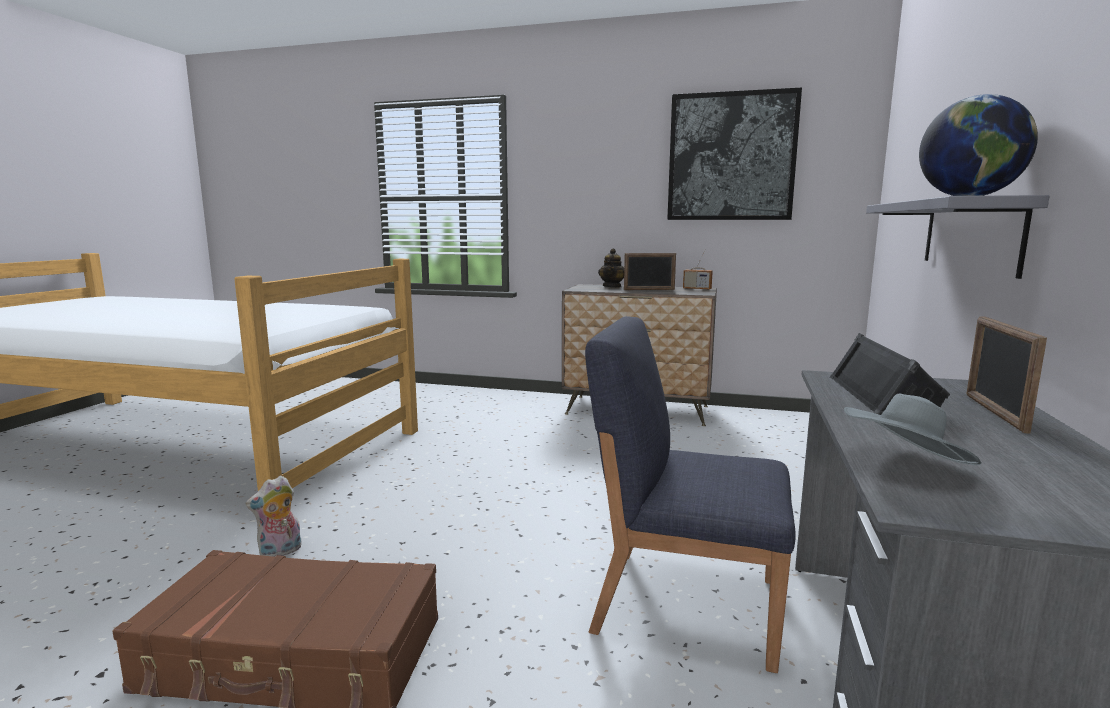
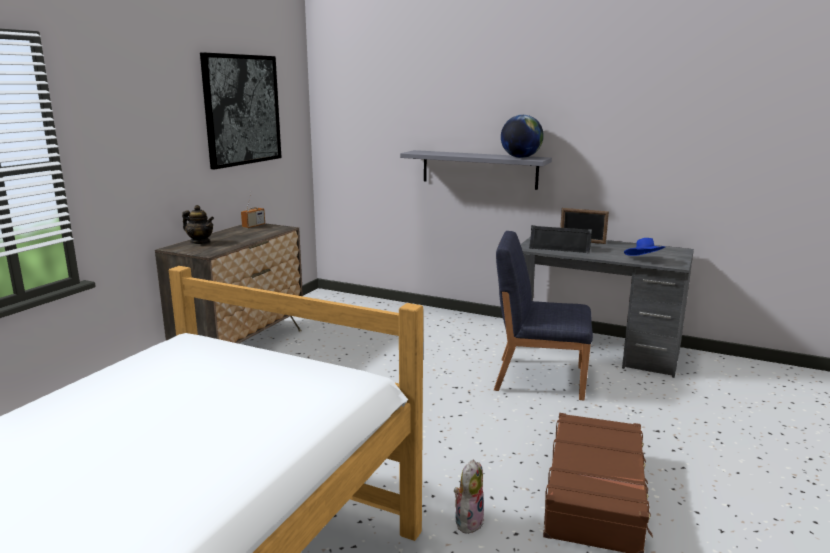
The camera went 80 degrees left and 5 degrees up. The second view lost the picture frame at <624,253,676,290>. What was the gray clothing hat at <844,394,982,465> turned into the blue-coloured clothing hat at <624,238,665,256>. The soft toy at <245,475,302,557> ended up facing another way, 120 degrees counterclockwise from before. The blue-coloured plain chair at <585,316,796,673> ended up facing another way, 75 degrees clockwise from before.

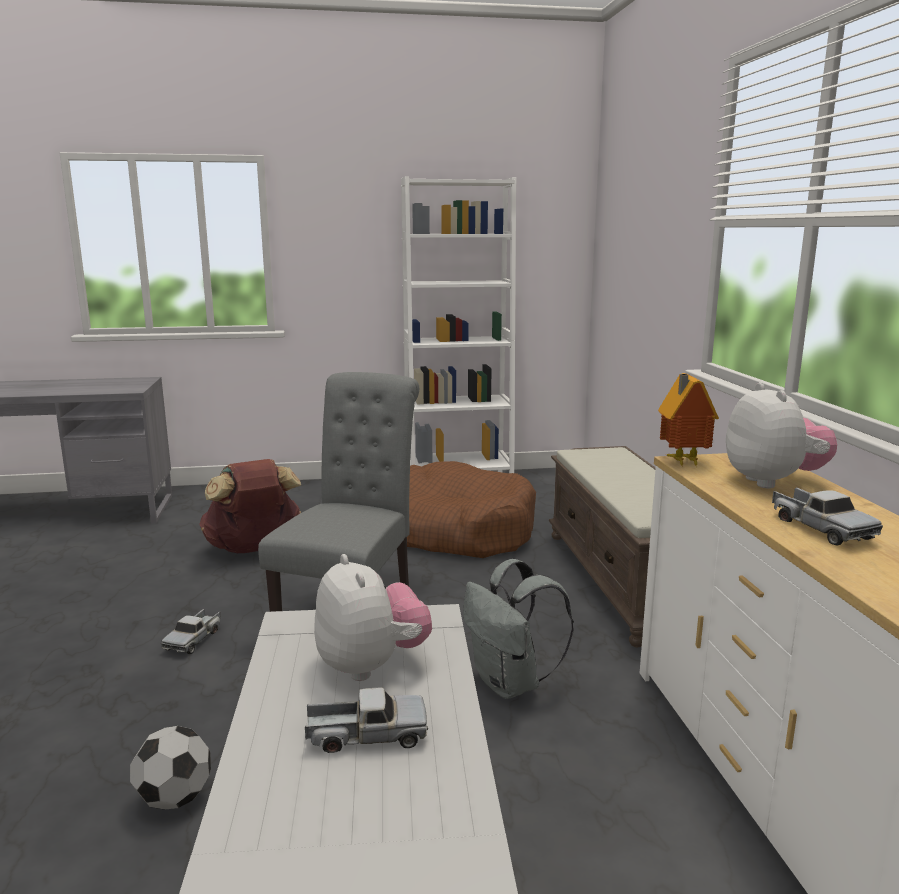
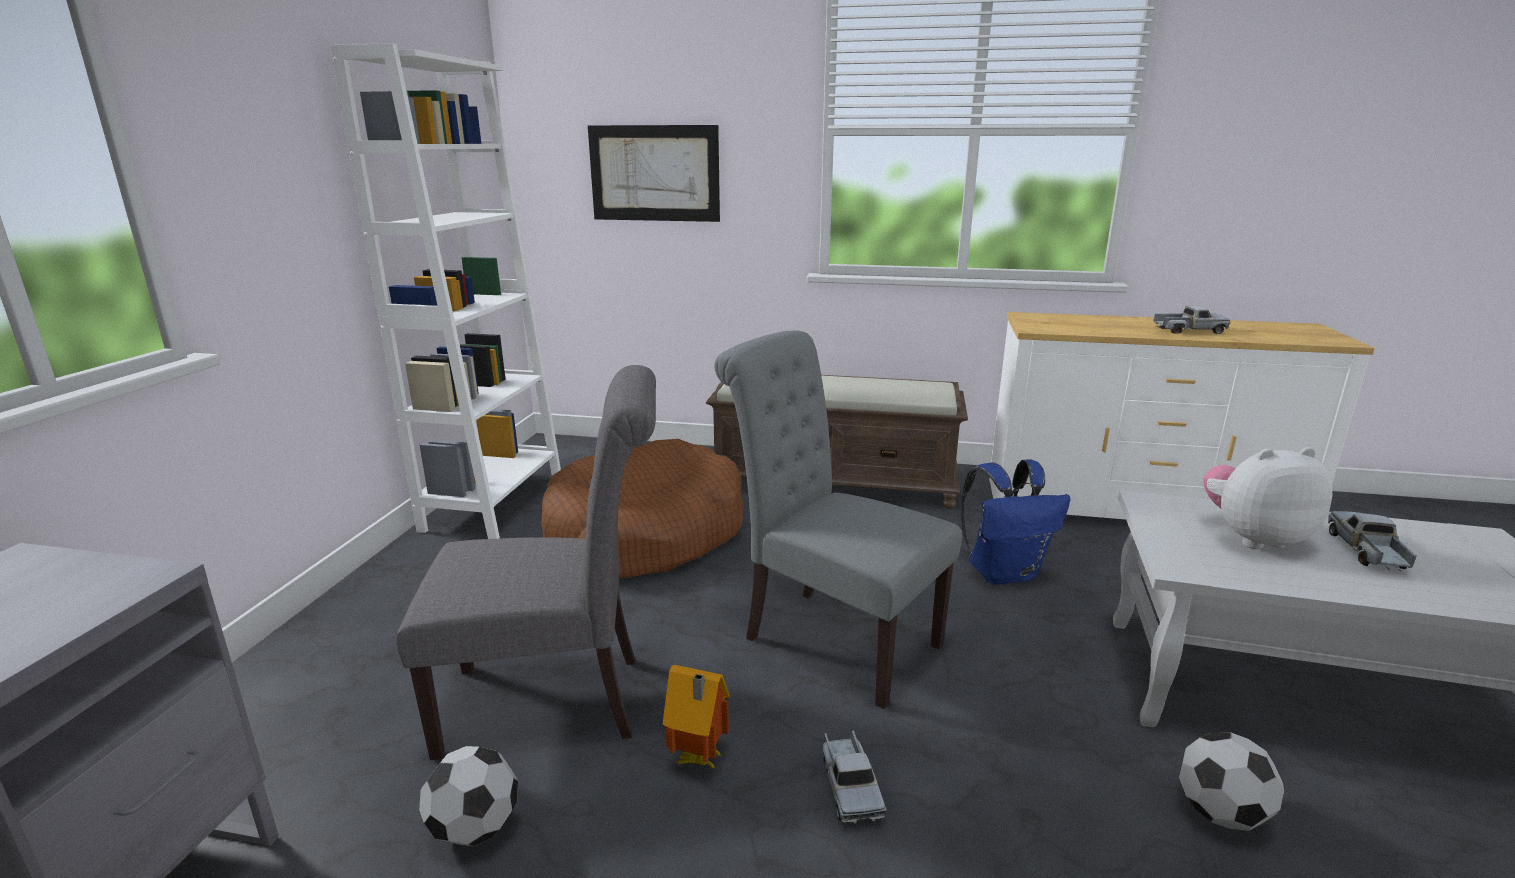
The camera went 70 degrees left and 5 degrees up. The second view lost the soft toy at <726,382,837,488>. The second view gained the football ball at <419,746,518,847>. The second view gained the wall art at <588,125,720,222>. The toy house ended up elsewhere, having gone from <658,373,719,467> to <662,665,730,769>. Where the brownish knapsack stood at <199,459,301,553>, the gray plain chair came to stand at <396,365,656,760>. What was the gray knapsack at <463,559,574,699> turned into the blue-coloured knapsack at <961,459,1071,585>. The toy lorry at <161,609,221,654> ended up facing another way, 45 degrees clockwise from before.

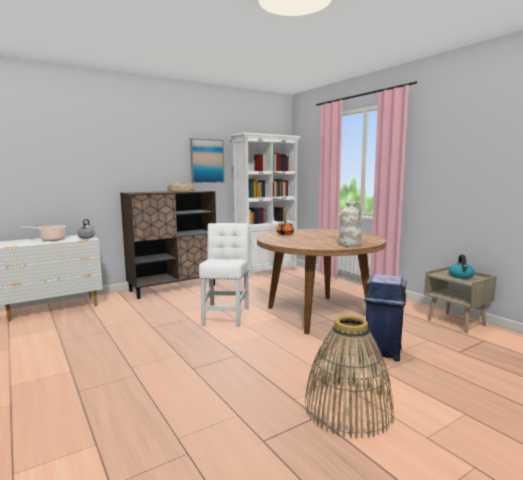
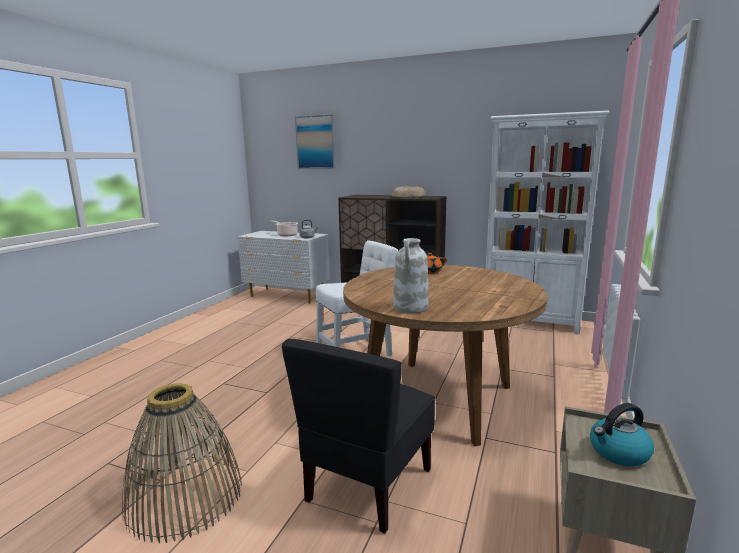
The camera went 55 degrees right and 5 degrees up. The wall art ended up elsewhere, having gone from <190,138,225,183> to <295,115,336,169>. Where the blue-coloured waste bin stood at <365,274,407,362>, the black plain chair came to stand at <282,339,435,534>.

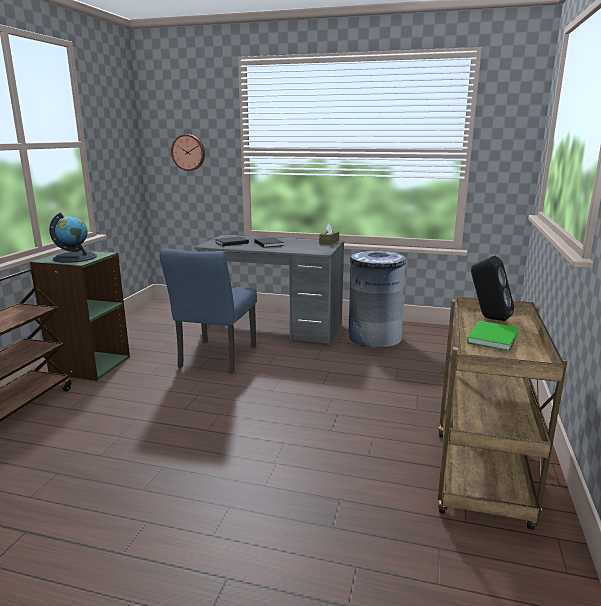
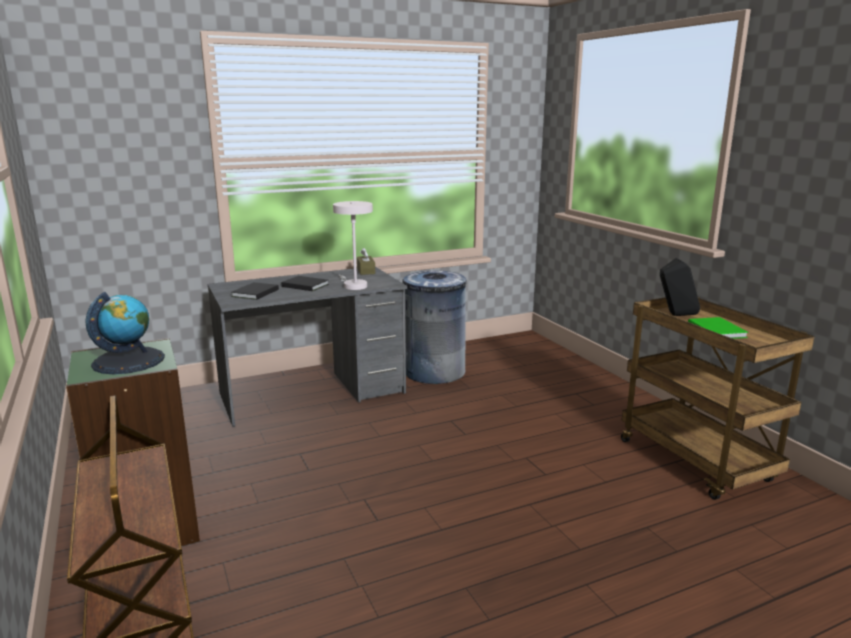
The camera went 40 degrees left and 0 degrees up. The second view lost the blue-coloured plain chair at <159,248,257,373>. The second view lost the wall clock at <171,134,205,171>. The second view gained the whitish table lamp at <333,201,373,290>.

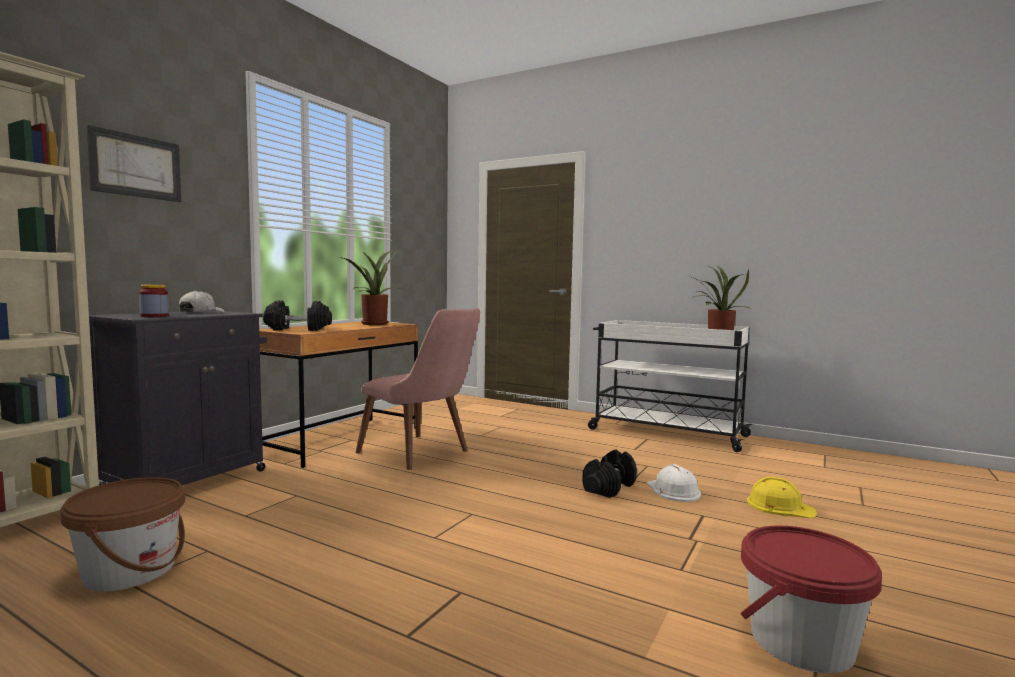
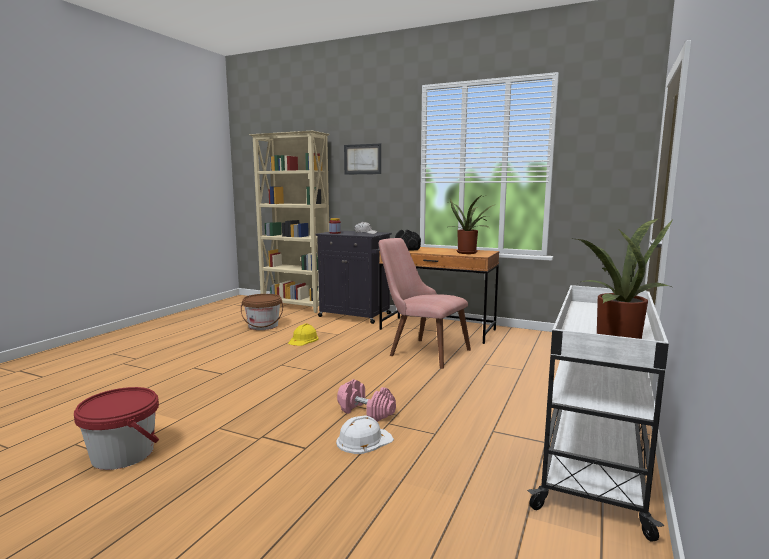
The camera went 85 degrees right and 5 degrees up. The yellow safety helmet ended up elsewhere, having gone from <747,477,817,518> to <288,323,319,346>. What was the black hand weight at <582,449,637,498> turned into the pinkish hand weight at <337,379,396,422>. The pinkish plain chair at <355,308,480,470> ended up facing another way, 90 degrees clockwise from before.

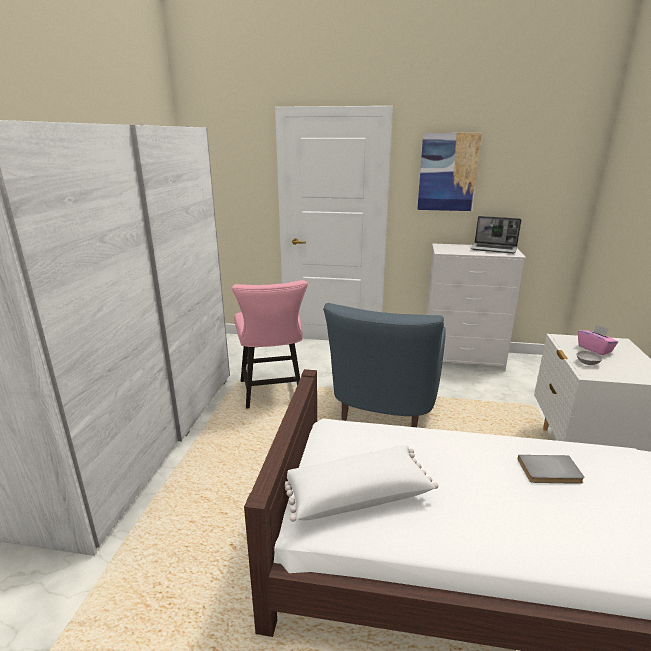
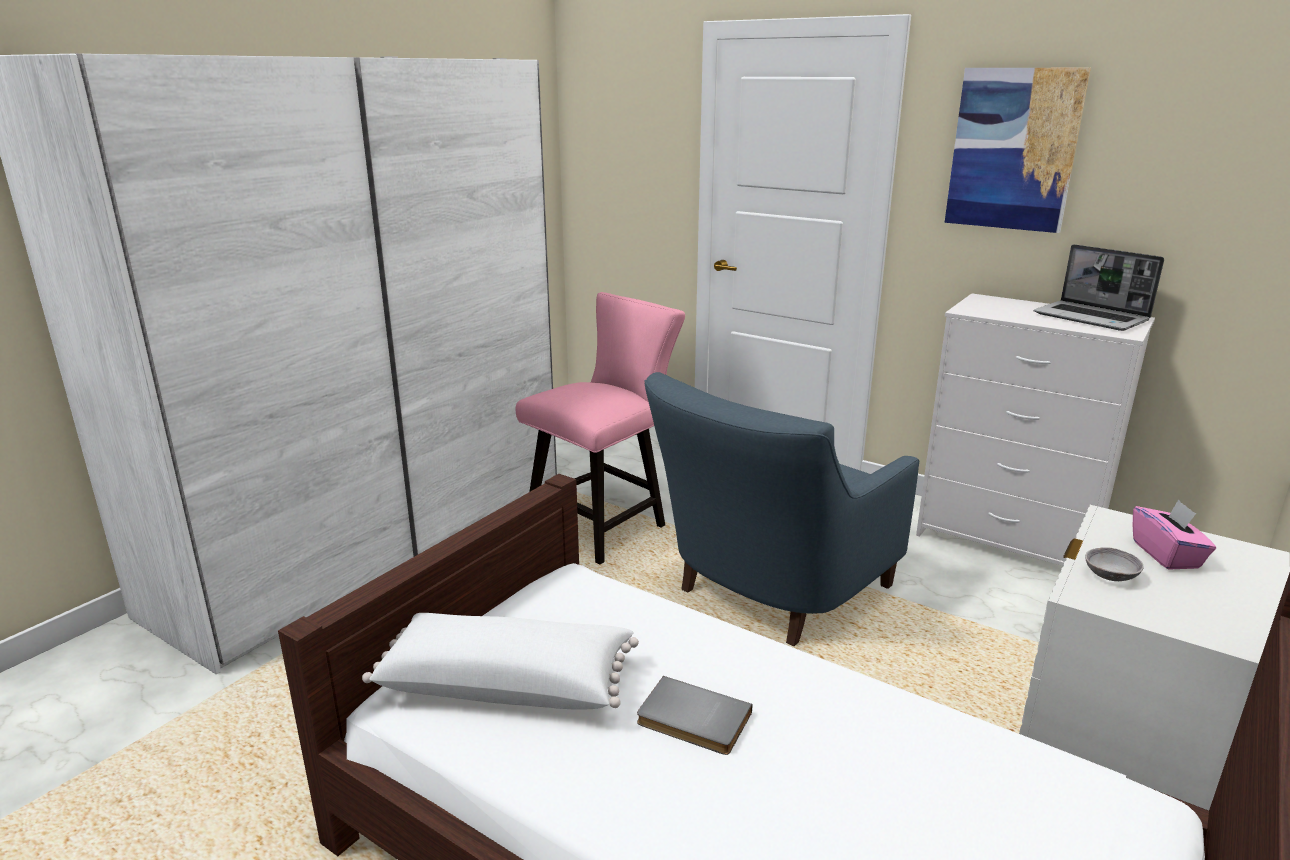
The camera went 25 degrees right and 0 degrees up. The gray book ended up elsewhere, having gone from <518,455,585,484> to <637,676,752,755>. The pinkish plain chair at <232,280,308,409> ended up facing another way, 150 degrees counterclockwise from before.

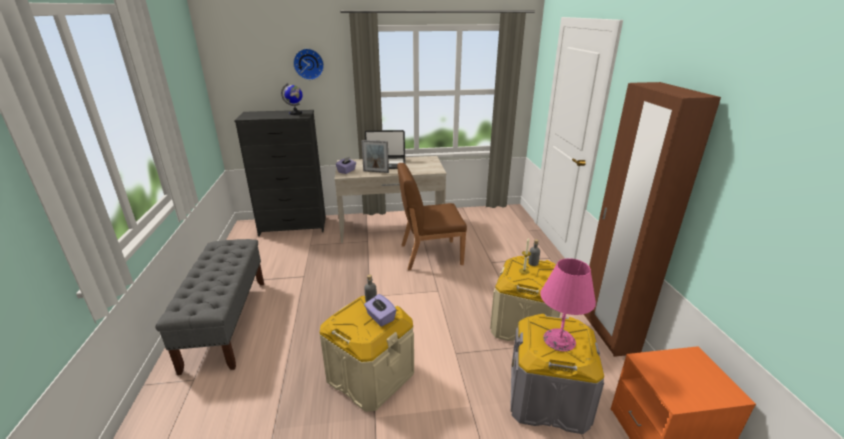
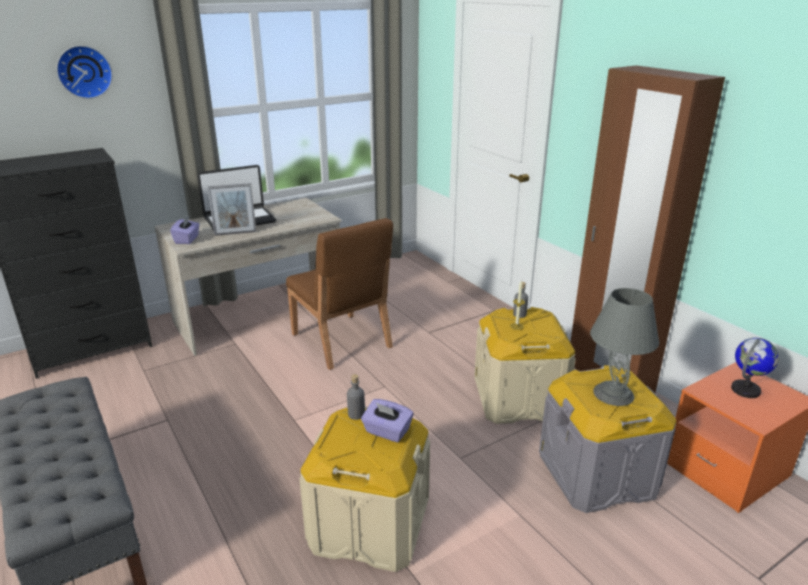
The camera went 25 degrees left and 0 degrees up. The globe ended up elsewhere, having gone from <281,83,303,115> to <731,338,779,398>. What was the pinkish table lamp at <541,258,596,352> turned into the gray table lamp at <590,288,659,406>. The brownish plain chair at <397,163,467,270> ended up facing another way, 90 degrees counterclockwise from before.

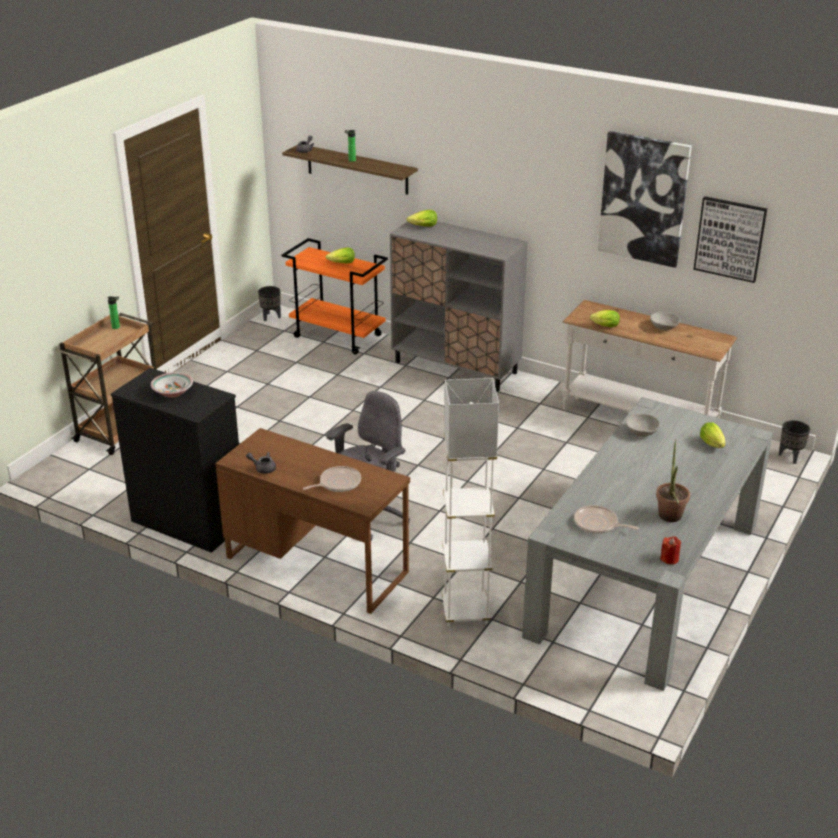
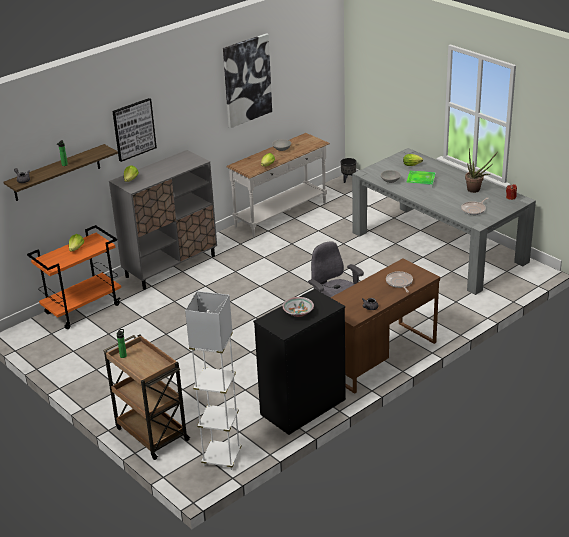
The camera went 70 degrees left and 0 degrees up. The second view lost the black planter at <258,286,281,321>. The second view gained the tray at <406,171,436,189>. The whitish standing lamp ended up elsewhere, having gone from <442,378,499,626> to <185,291,242,470>. The wall art ended up elsewhere, having gone from <693,196,767,283> to <112,98,157,162>.

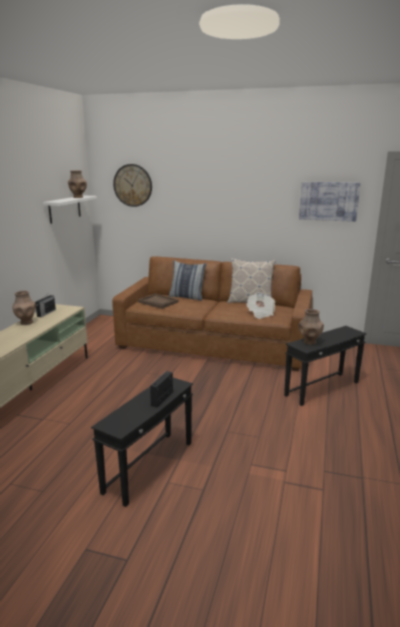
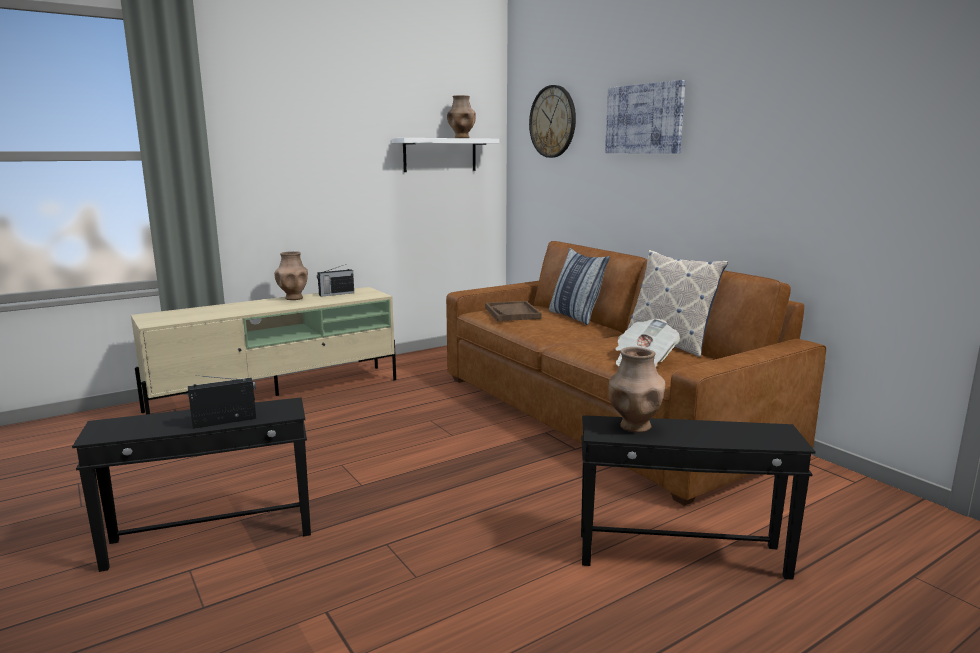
The camera went 40 degrees right and 5 degrees down. The wall art ended up elsewhere, having gone from <299,182,361,222> to <605,80,685,154>.

